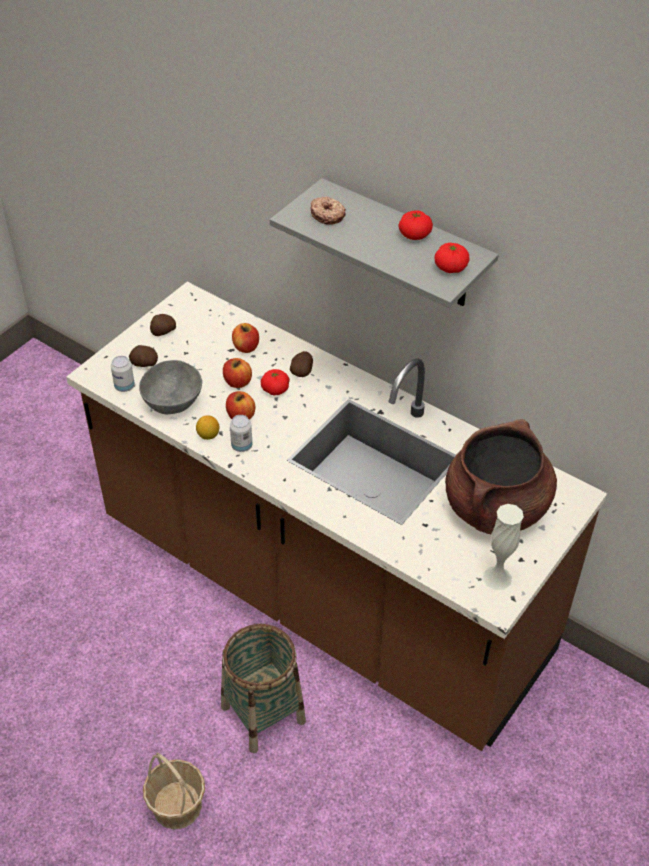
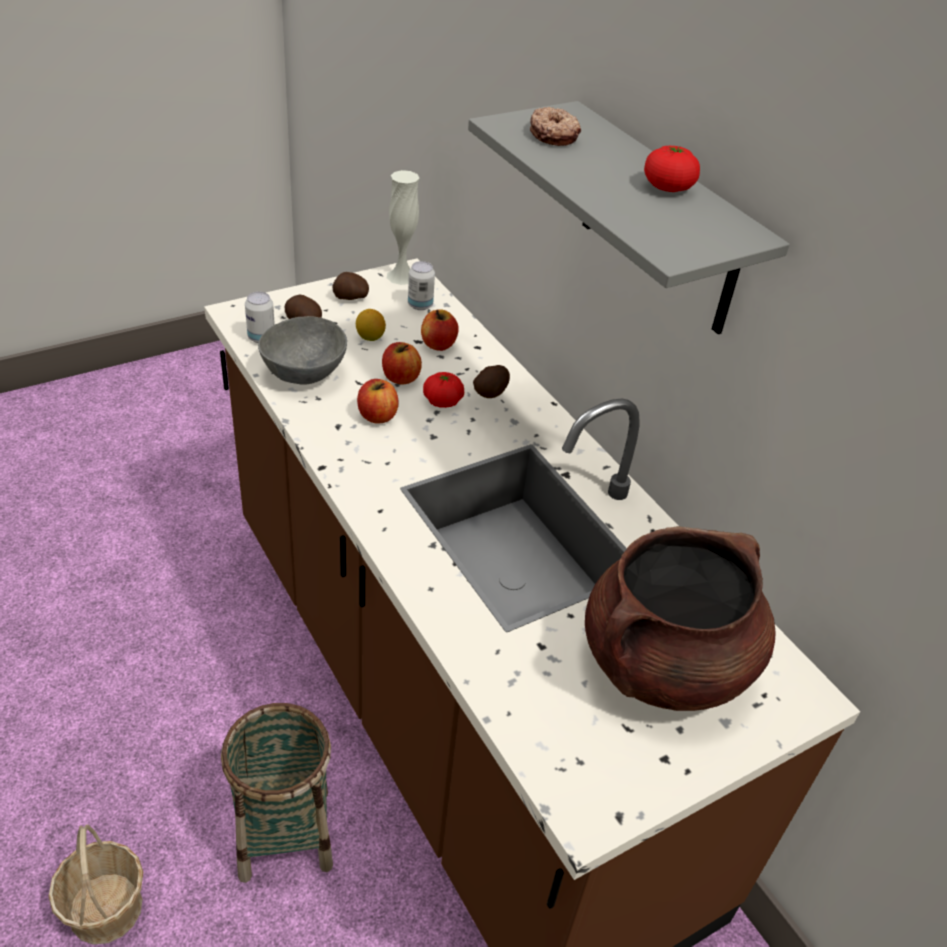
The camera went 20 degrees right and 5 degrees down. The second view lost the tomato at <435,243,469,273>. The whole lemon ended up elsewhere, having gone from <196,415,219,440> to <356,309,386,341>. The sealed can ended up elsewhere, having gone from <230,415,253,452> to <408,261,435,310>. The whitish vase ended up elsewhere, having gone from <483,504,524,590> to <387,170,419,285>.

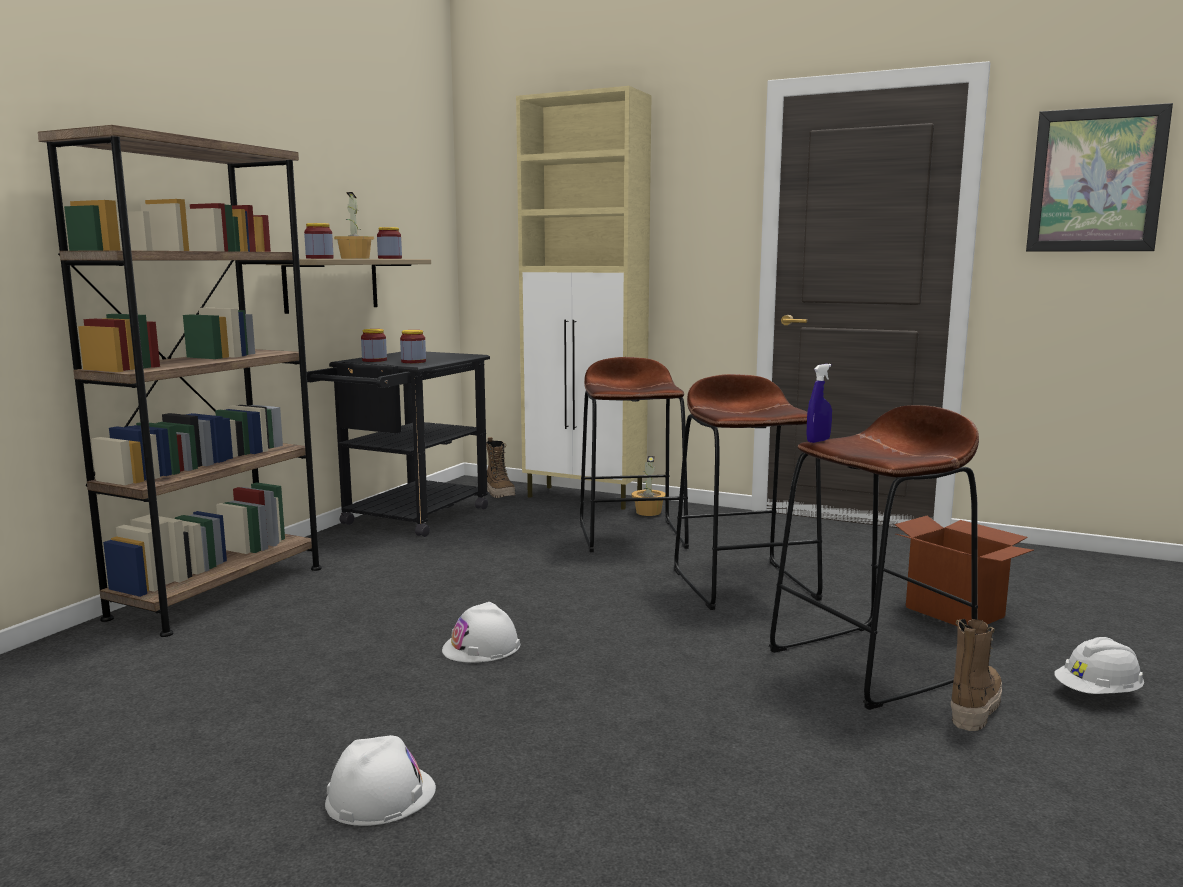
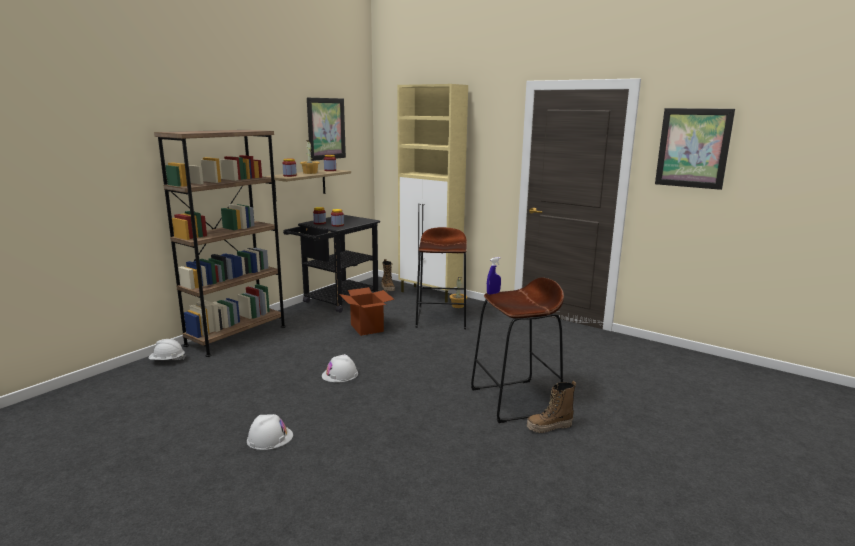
The camera went 10 degrees right and 5 degrees up. The second view lost the brownish stool seat at <674,374,823,610>. The second view gained the wall art at <307,98,346,161>. The cardboard box ended up elsewhere, having gone from <895,516,1034,626> to <339,287,394,336>. The whitish safety helmet ended up elsewhere, having gone from <1054,637,1144,694> to <149,339,186,360>. The tall boot at <951,619,1002,731> ended up facing another way, 150 degrees counterclockwise from before.

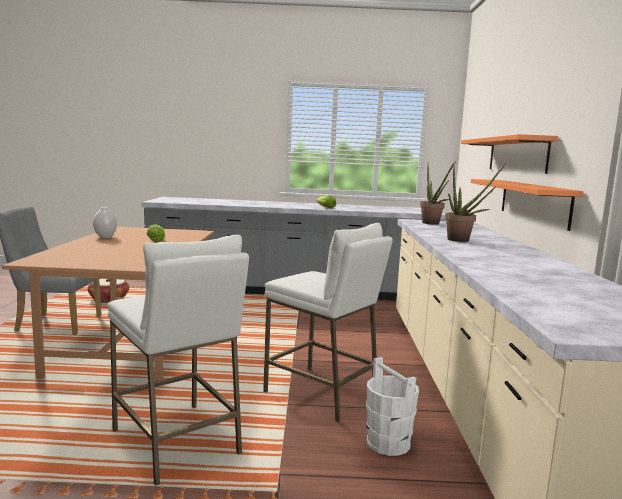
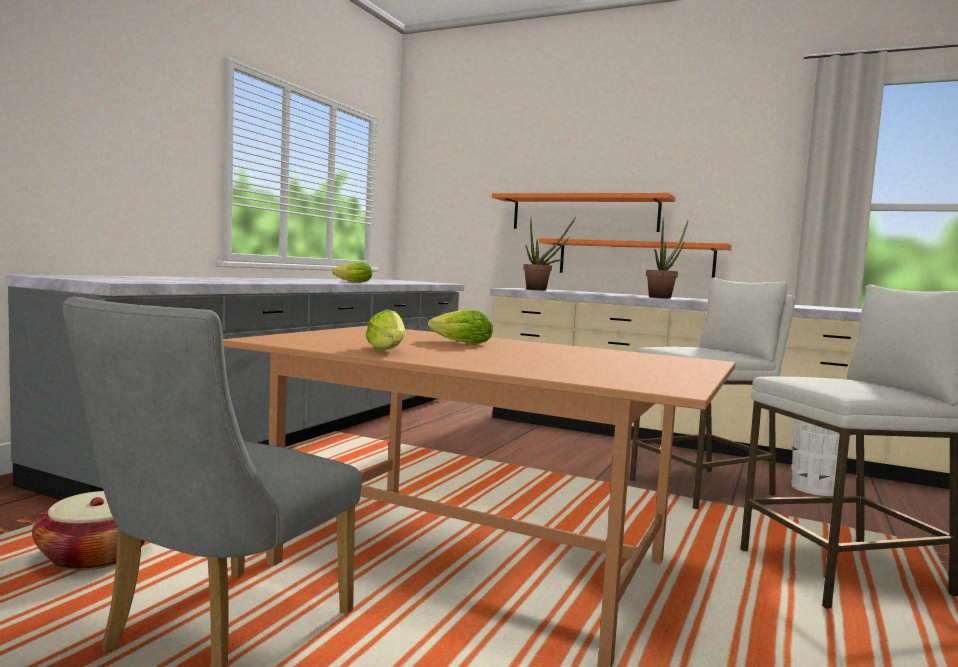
The camera went 65 degrees left and 5 degrees down. Where the whitish vase stood at <93,207,117,238>, the head of lettuce came to stand at <366,309,406,350>.

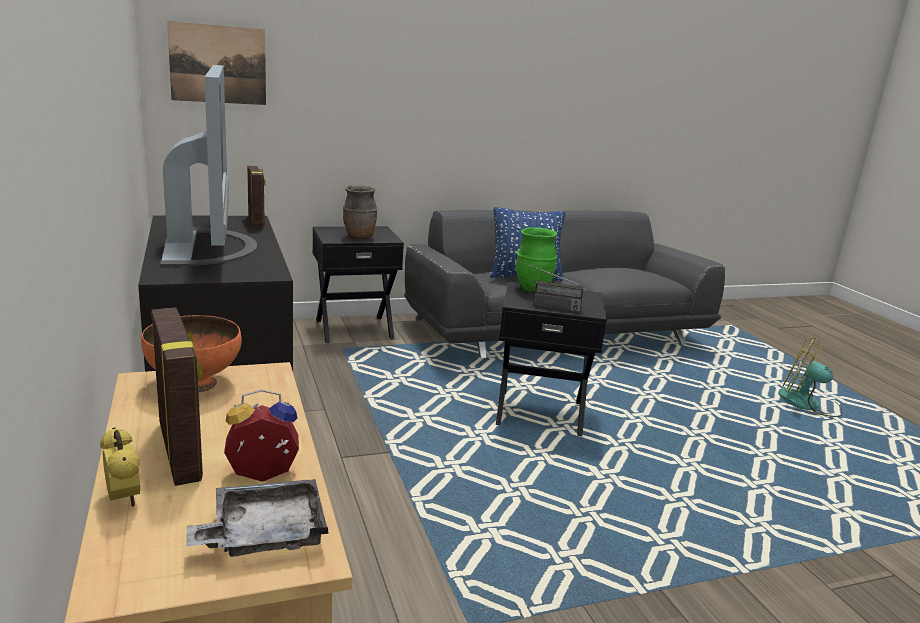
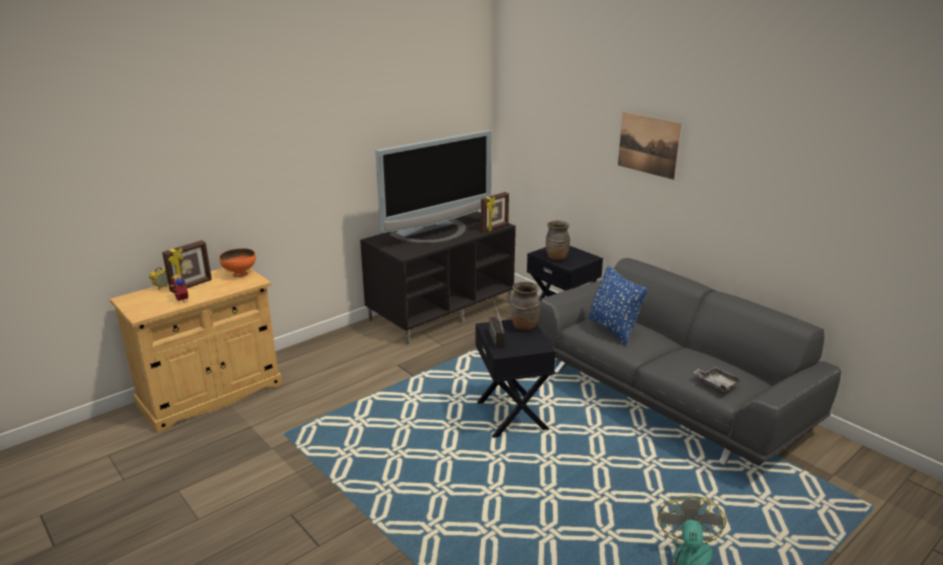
The camera went 70 degrees right and 5 degrees up. The wall art ended up elsewhere, having gone from <167,21,266,105> to <618,112,681,180>. The gray tray ended up elsewhere, having gone from <186,479,329,557> to <694,366,741,392>. What was the green-coloured vase at <516,227,557,292> turned into the brownish vase at <510,282,540,331>.

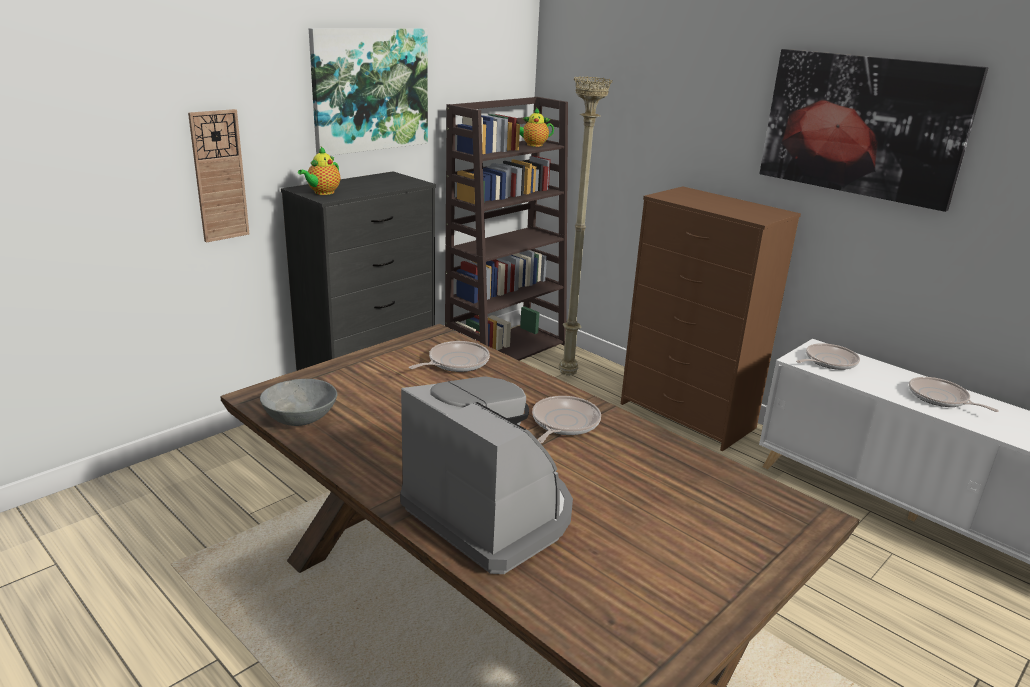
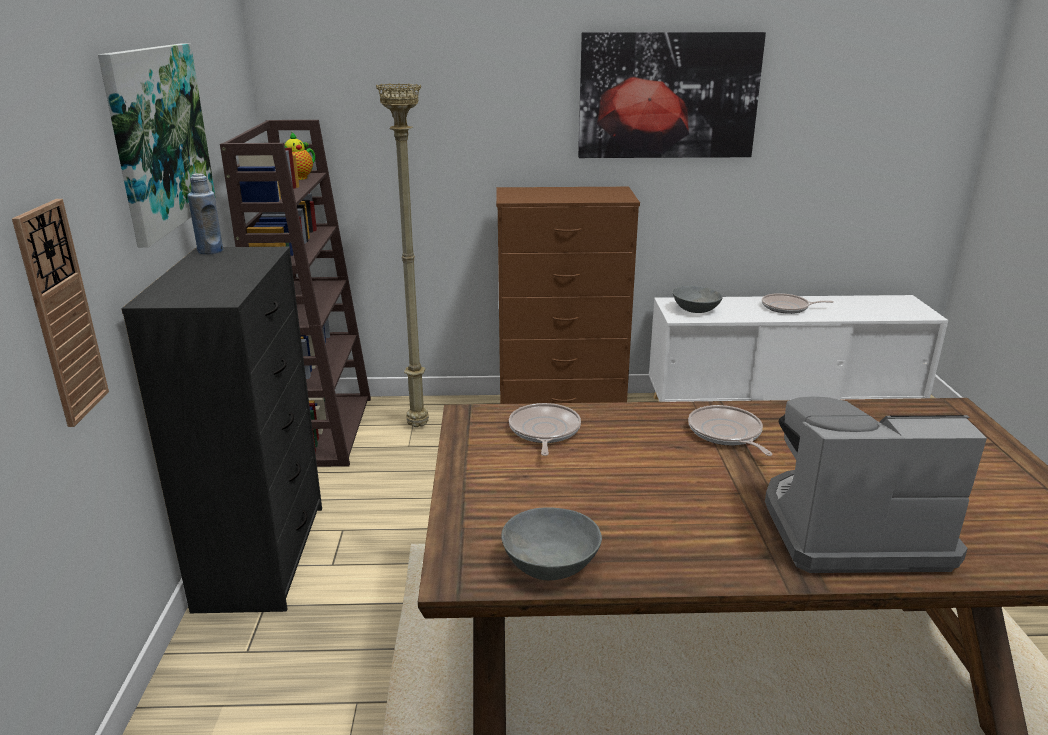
The camera went 45 degrees left and 0 degrees up. The second view lost the teapot at <298,147,340,195>. The second view gained the blue-coloured beverage bottle at <188,174,223,254>. Where the pan stood at <796,343,860,370>, the gray bowl came to stand at <673,286,723,313>.

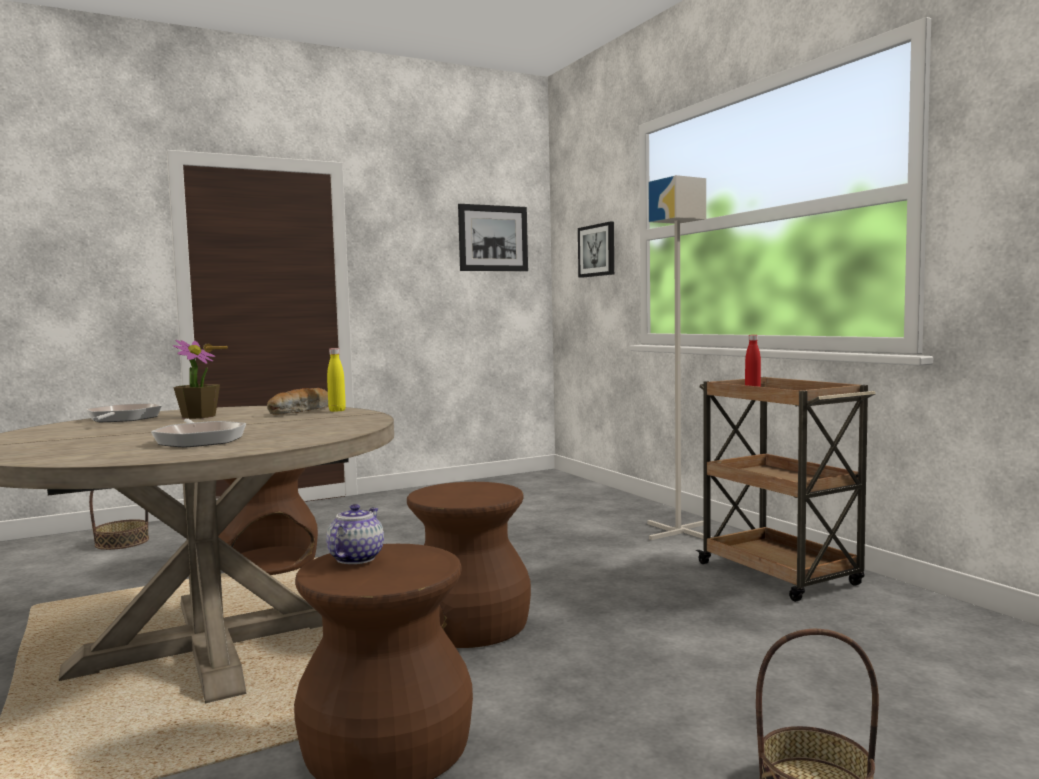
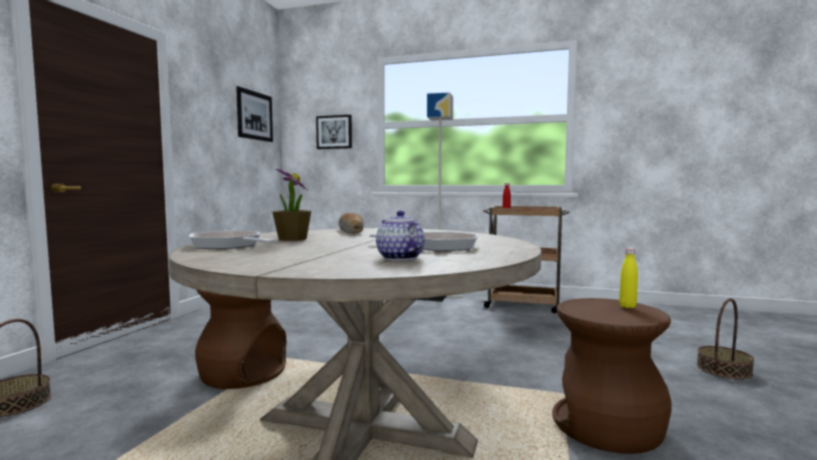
The camera went 45 degrees left and 0 degrees up. The second view lost the brownish stool seat at <407,482,531,648>. The teapot ended up elsewhere, having gone from <326,504,384,564> to <376,211,425,260>. The yellow beverage bottle ended up elsewhere, having gone from <327,348,346,412> to <619,248,638,308>.

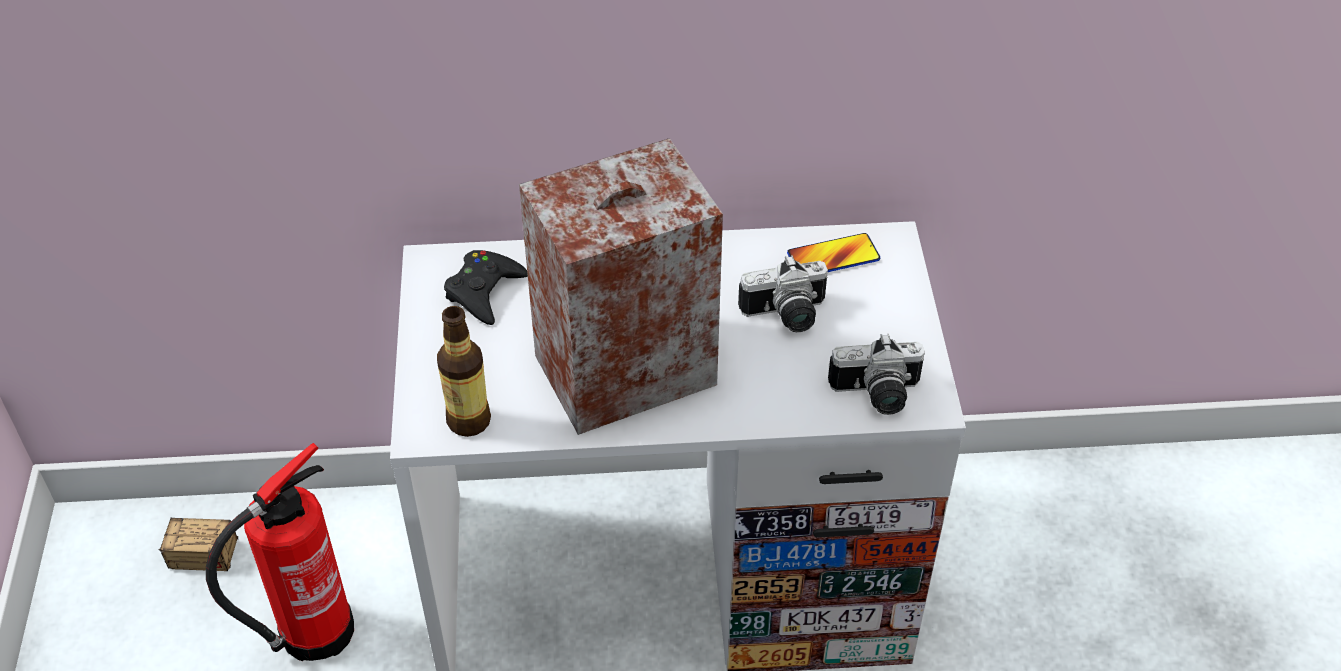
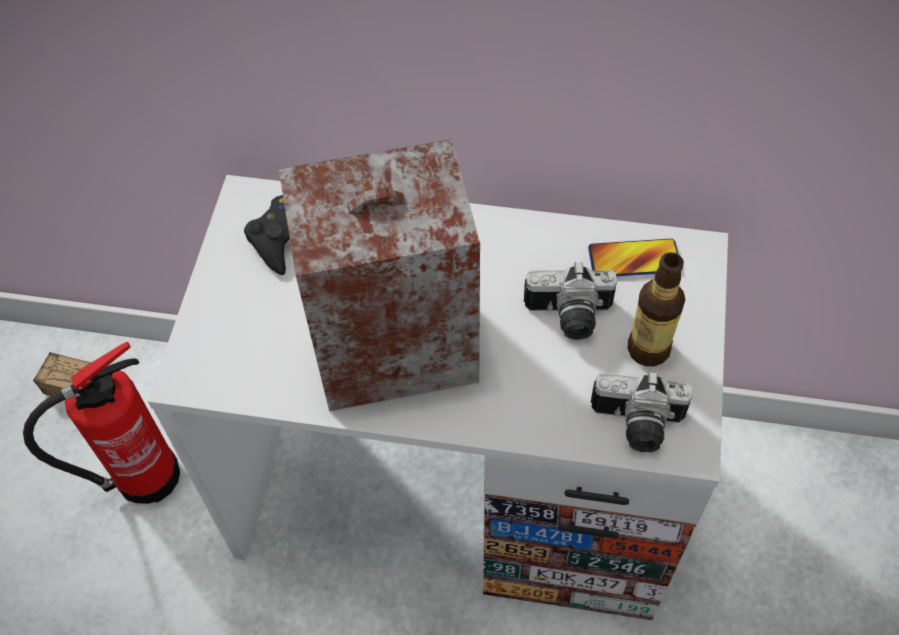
The camera went 15 degrees right and 10 degrees up. The beverage bottle ended up elsewhere, having gone from <437,306,491,437> to <628,252,685,366>.

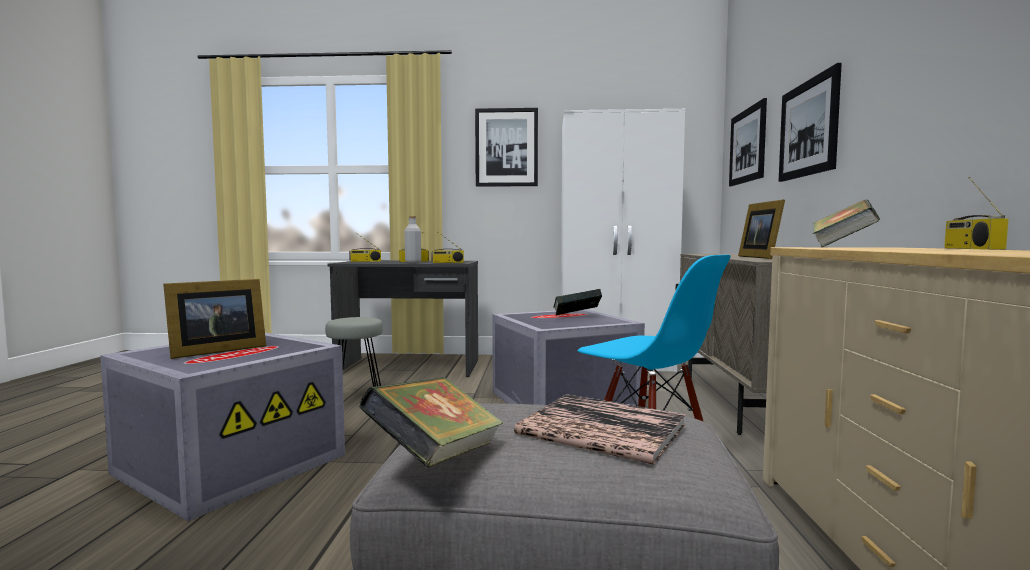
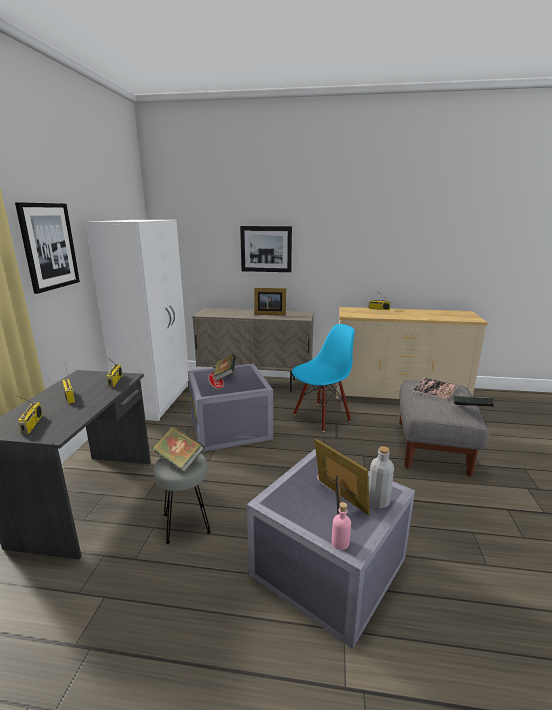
The camera went 85 degrees left and 15 degrees up. The second view lost the wall art at <729,98,767,186>. The second view gained the pinkish beverage bottle at <332,502,351,550>. The gray beverage bottle ended up elsewhere, having gone from <404,216,421,263> to <369,446,394,509>. The book ended up elsewhere, having gone from <813,199,880,247> to <152,426,205,473>.

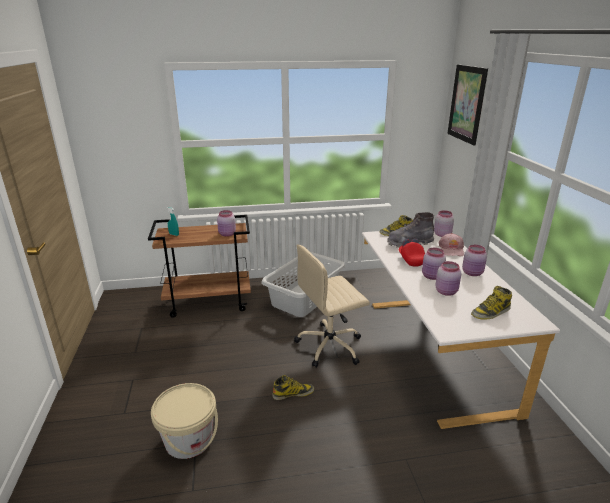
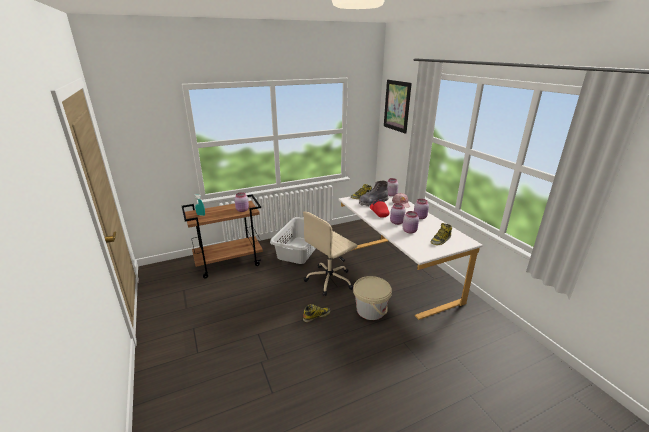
The camera went 15 degrees left and 0 degrees up. The sand-coloured bucket ended up elsewhere, having gone from <151,383,218,459> to <353,276,392,320>.

